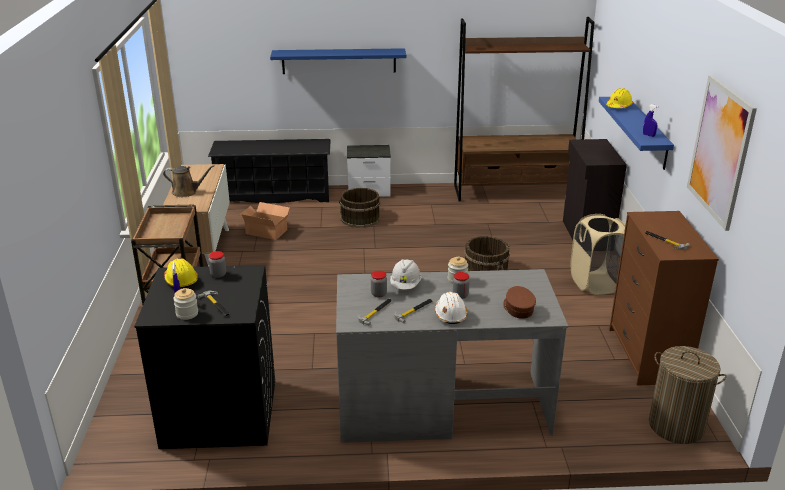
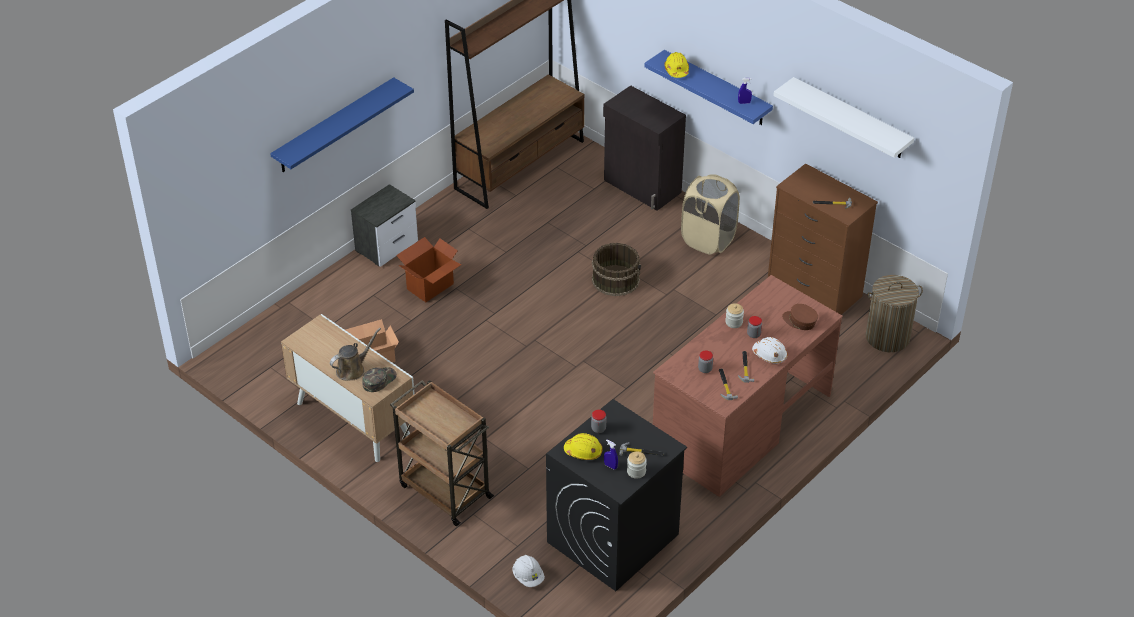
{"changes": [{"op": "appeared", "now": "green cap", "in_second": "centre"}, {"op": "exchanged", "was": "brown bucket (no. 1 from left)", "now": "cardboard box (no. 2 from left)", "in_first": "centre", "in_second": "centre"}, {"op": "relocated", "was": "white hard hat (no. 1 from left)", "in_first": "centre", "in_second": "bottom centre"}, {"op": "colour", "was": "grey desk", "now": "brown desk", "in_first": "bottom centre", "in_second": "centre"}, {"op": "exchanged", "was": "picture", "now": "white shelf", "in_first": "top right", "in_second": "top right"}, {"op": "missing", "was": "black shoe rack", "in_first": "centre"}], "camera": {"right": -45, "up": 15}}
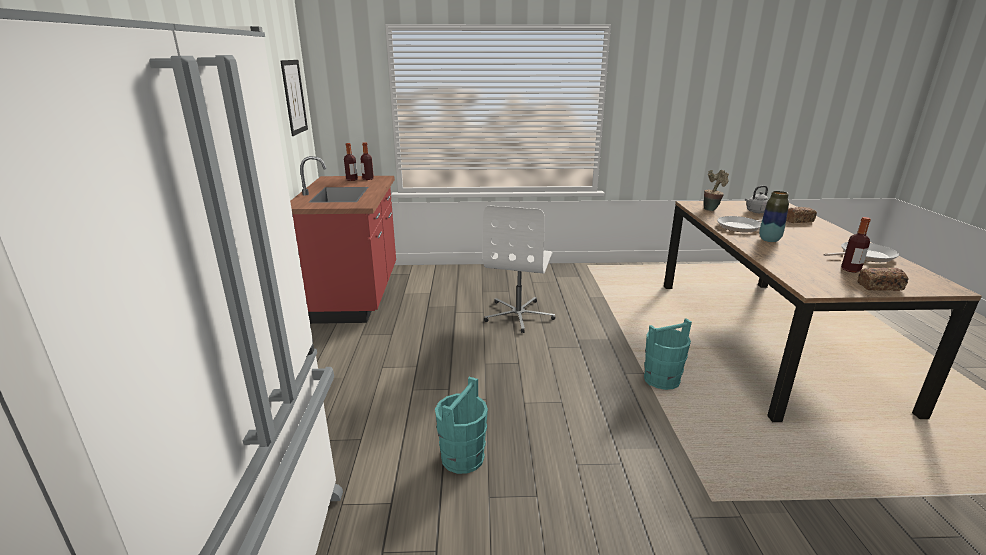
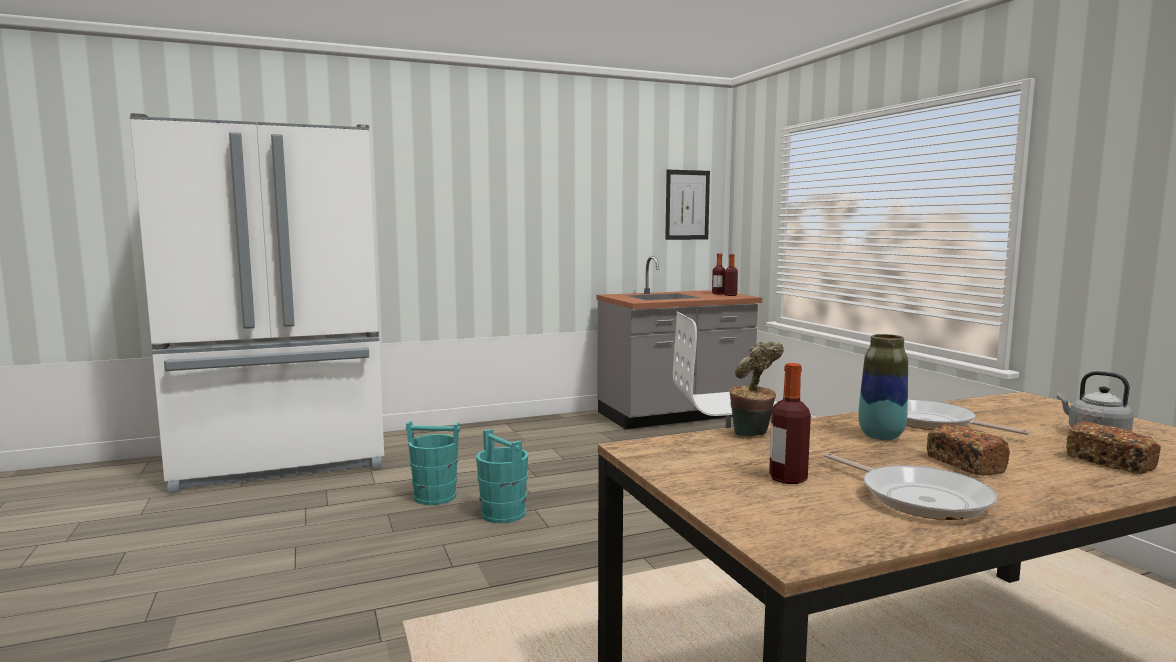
{"changes": [{"op": "relocated", "was": "turquoise bucket (no. 2 from left)", "in_first": "middle right", "in_second": "bottom centre"}, {"op": "colour", "was": "red counter", "now": "grey counter", "in_first": "centre", "in_second": "centre"}, {"op": "relocated", "was": "potted plant", "in_first": "middle right", "in_second": "centre"}, {"op": "relocated", "was": "bread (no. 2 from left in the first image)", "now": "bread (no. 1 from left)", "in_first": "middle right", "in_second": "bottom right"}], "camera": {"right": 70, "up": -15}}
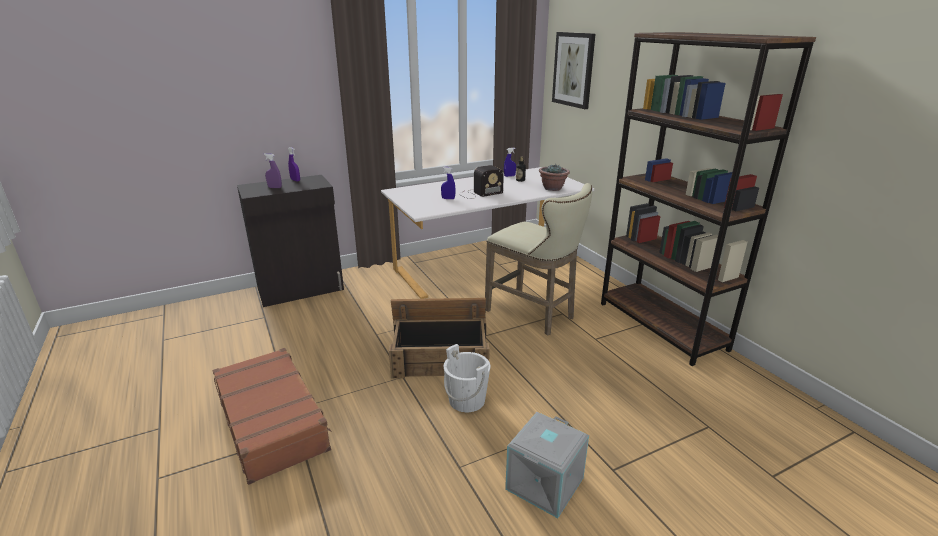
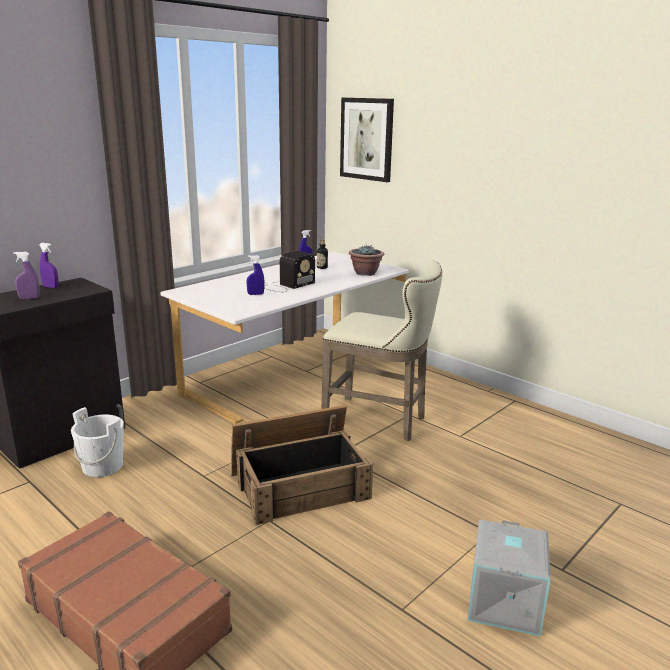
{"changes": [{"op": "relocated", "was": "white bucket", "in_first": "bottom centre", "in_second": "middle left"}, {"op": "missing", "was": "brown bookcase", "in_first": "middle right"}], "camera": {"right": -20, "up": -5}}
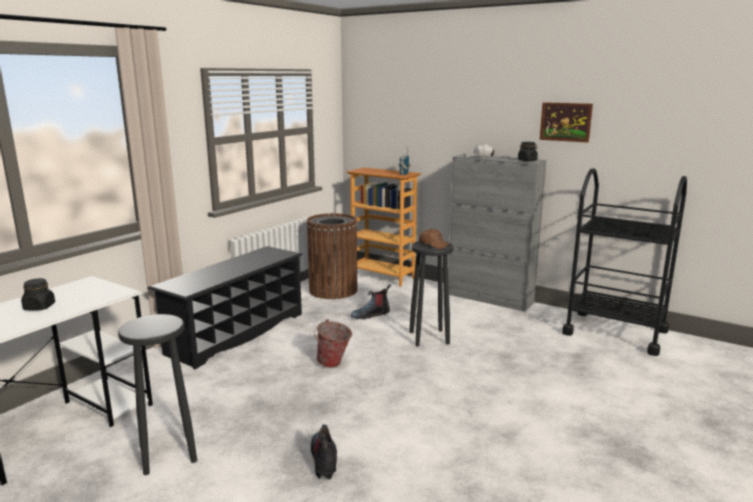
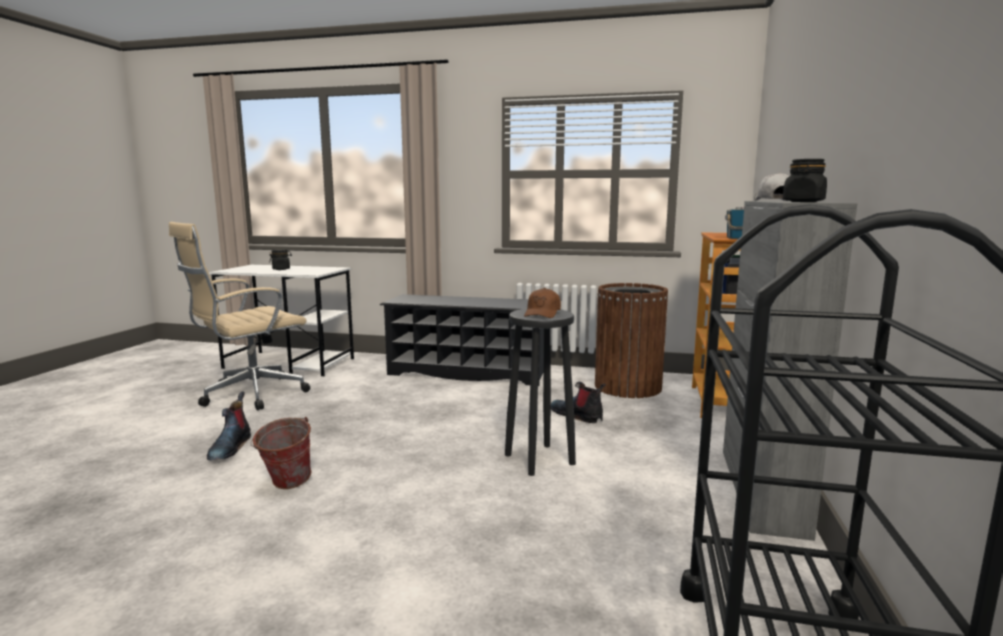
{"changes": [{"op": "exchanged", "was": "black stool (no. 1 from left)", "now": "beige office chair", "in_first": "bottom left", "in_second": "middle left"}, {"op": "spun", "was": "boot (no. 1 from left)", "in_first": "bottom centre", "in_second": "bottom left", "clockwise": 120}, {"op": "relocated", "was": "bucket", "in_first": "bottom centre", "in_second": "bottom left"}, {"op": "missing", "was": "picture", "in_first": "top right"}], "camera": {"right": 70, "up": -5}}
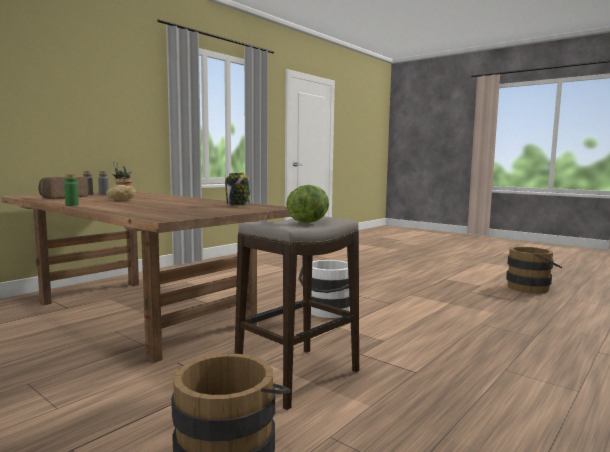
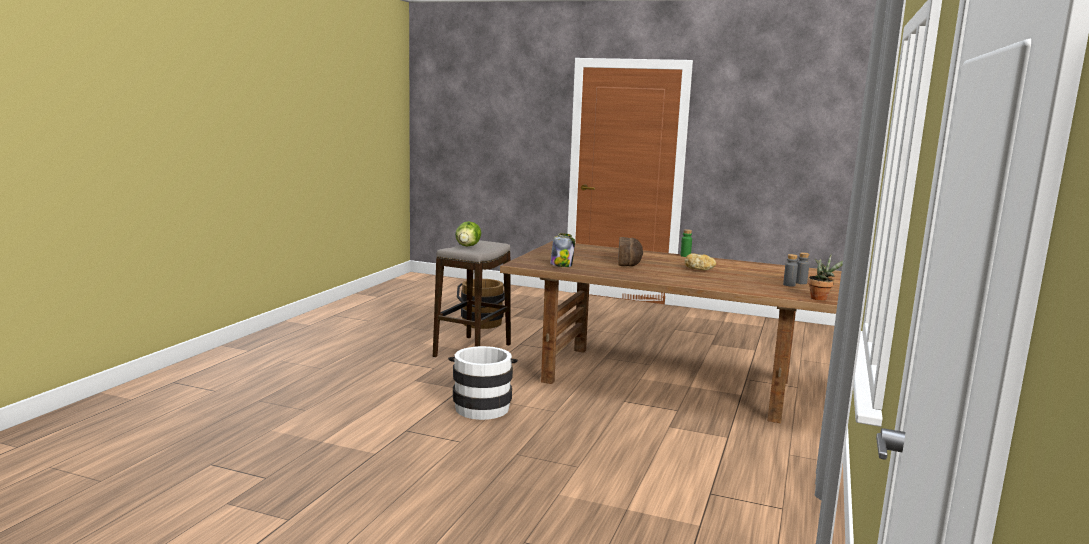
{"changes": [{"op": "relocated", "was": "bread (no. 1 from left)", "in_first": "middle left", "in_second": "centre"}, {"op": "missing", "was": "brown bucket (no. 2 from left)", "in_first": "middle right"}], "camera": {"right": 160, "up": 5}}
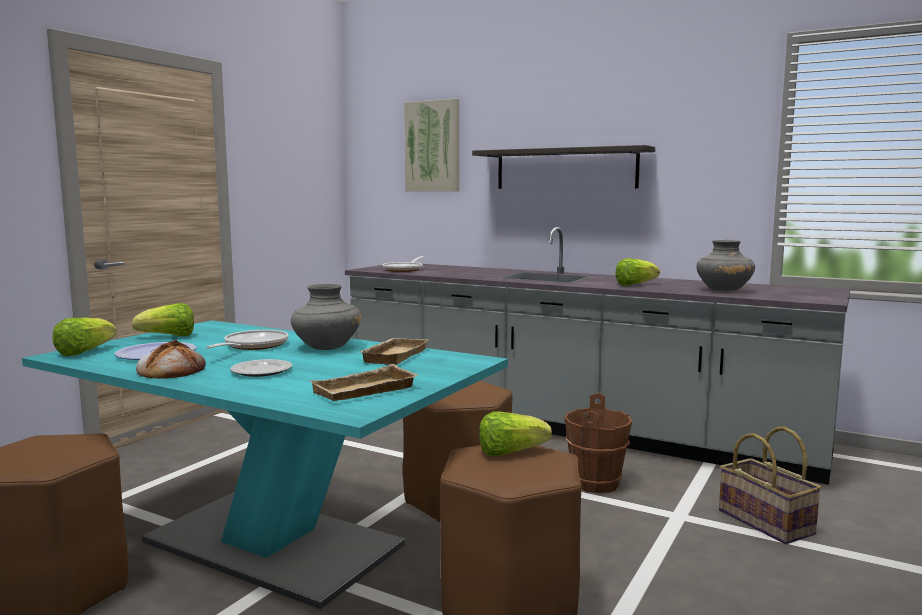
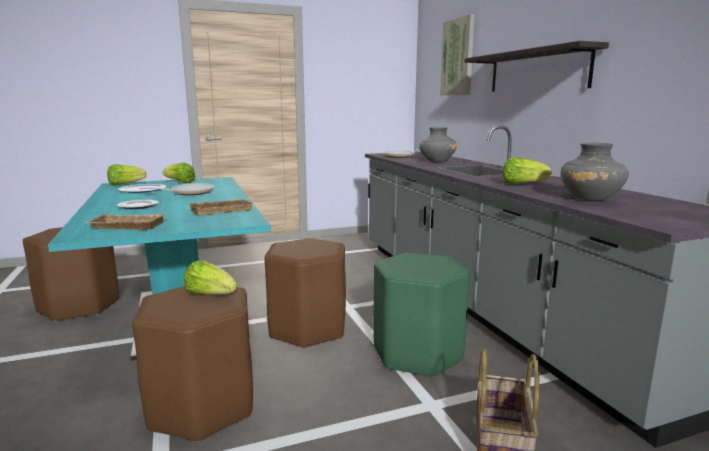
{"changes": [{"op": "exchanged", "was": "brown bucket", "now": "green stool", "in_first": "bottom centre", "in_second": "bottom centre"}, {"op": "relocated", "was": "grey vase (no. 1 from left)", "in_first": "centre", "in_second": "top centre"}, {"op": "missing", "was": "bread", "in_first": "middle left"}], "camera": {"right": 40, "up": 5}}
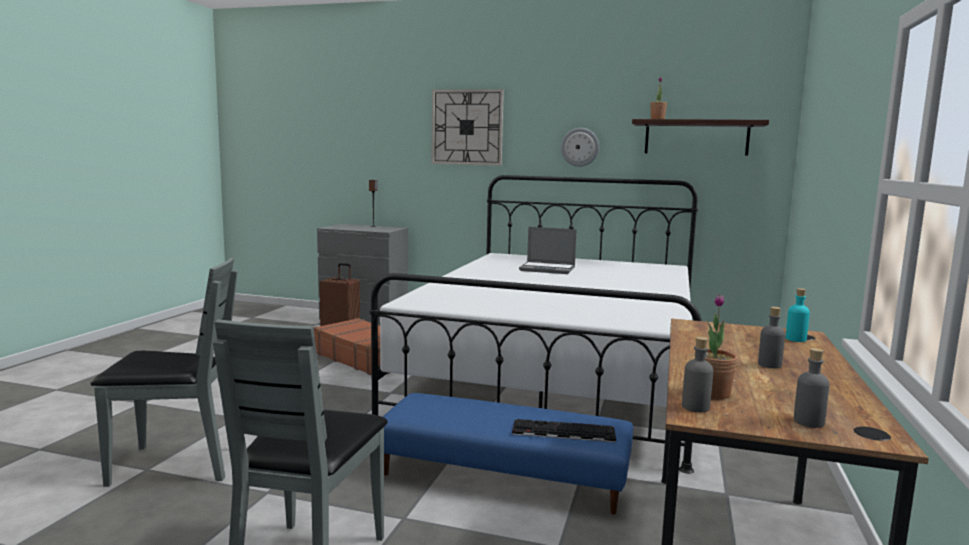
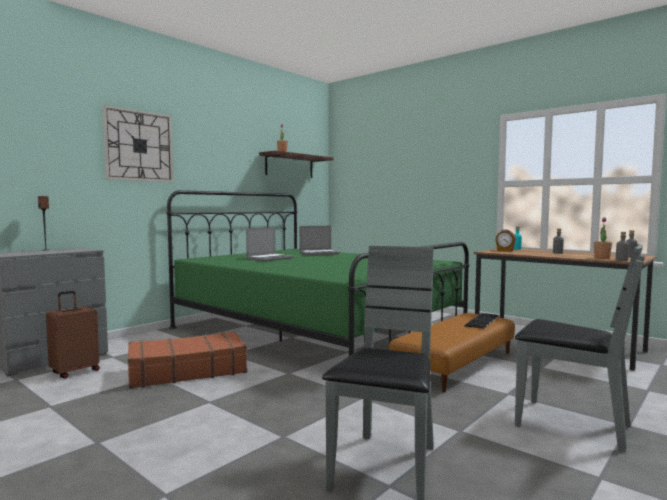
{"changes": [{"op": "colour", "was": "white bed", "now": "green bed", "in_first": "centre", "in_second": "centre"}, {"op": "appeared", "now": "laptop (no. 2 from left)", "in_second": "centre"}, {"op": "colour", "was": "blue ottoman", "now": "brown ottoman", "in_first": "bottom centre", "in_second": "bottom right"}, {"op": "appeared", "now": "alarm clock", "in_second": "middle right"}, {"op": "missing", "was": "wall clock (no. 2 from left)", "in_first": "top centre"}], "camera": {"right": -65, "up": -5}}
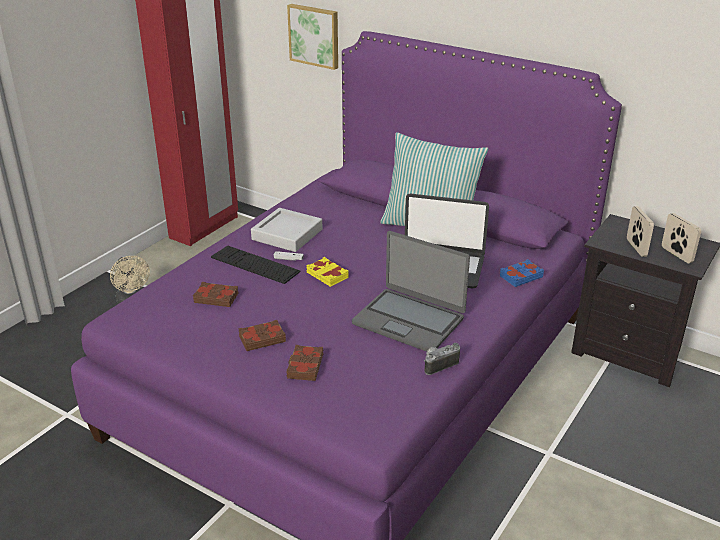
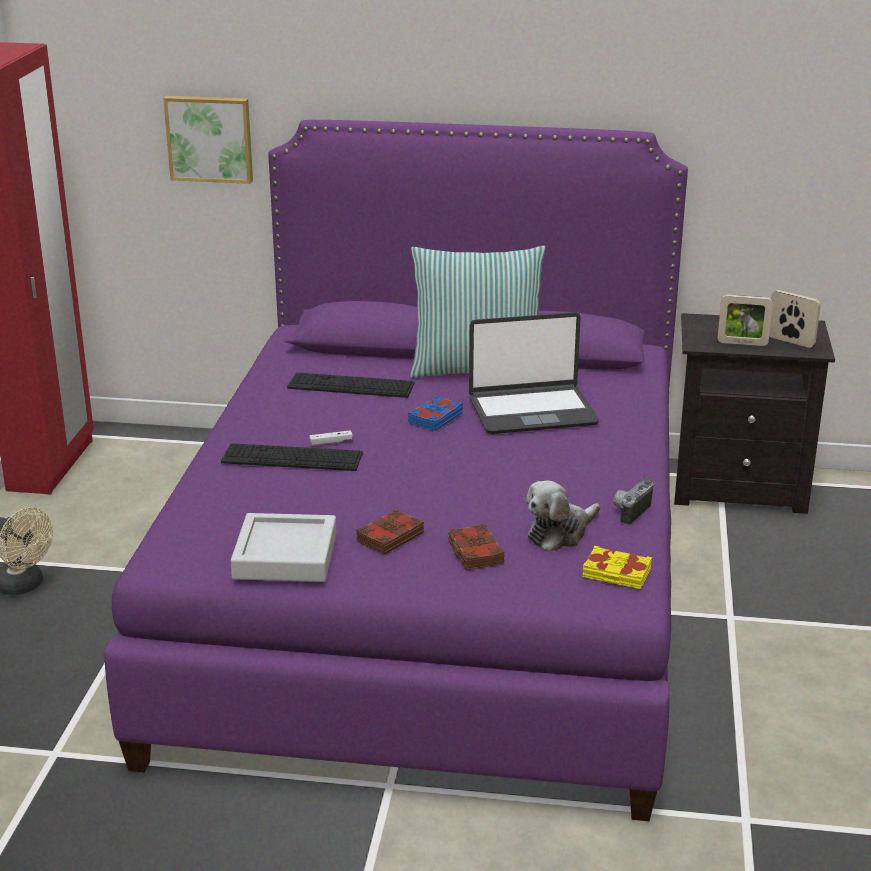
{"changes": [{"op": "relocated", "was": "grey tray", "in_first": "centre", "in_second": "middle left"}, {"op": "appeared", "now": "keyboard (no. 2 from left)", "in_second": "centre"}, {"op": "relocated", "was": "blue book", "in_first": "middle right", "in_second": "centre"}, {"op": "appeared", "now": "plush toy", "in_second": "centre"}, {"op": "relocated", "was": "yellow book", "in_first": "centre", "in_second": "middle right"}, {"op": "spun", "was": "picture frame (no. 1 from left)", "in_first": "middle right", "in_second": "middle right", "clockwise": 135}, {"op": "missing", "was": "brown book (no. 1 from left)", "in_first": "middle left"}, {"op": "missing", "was": "laptop (no. 1 from left)", "in_first": "centre"}], "camera": {"right": -25, "up": -5}}
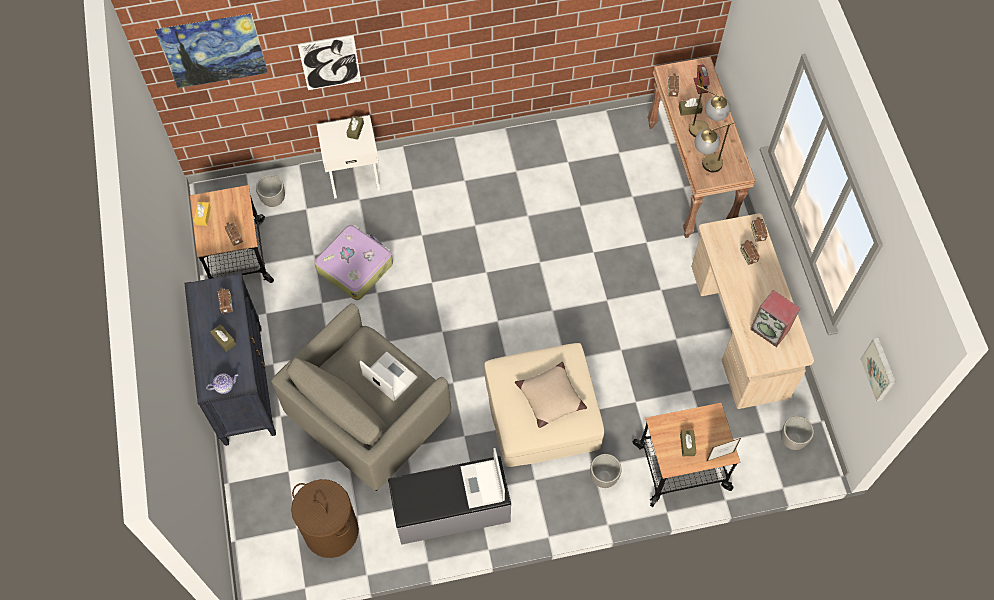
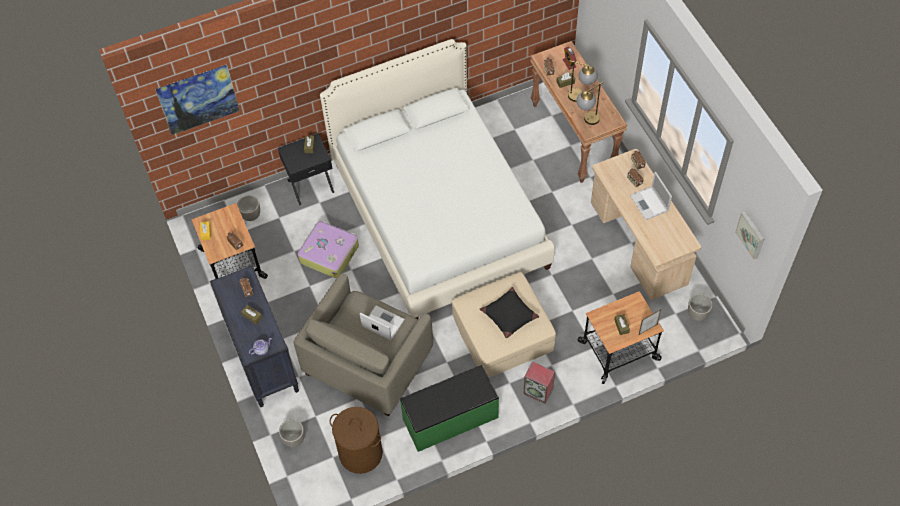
{"changes": [{"op": "colour", "was": "white nightstand", "now": "black nightstand", "in_first": "top centre", "in_second": "centre"}, {"op": "relocated", "was": "planter (no. 2 from left)", "in_first": "bottom centre", "in_second": "bottom left"}, {"op": "appeared", "now": "white bed", "in_second": "centre"}, {"op": "colour", "was": "grey bench", "now": "green bench", "in_first": "bottom centre", "in_second": "bottom centre"}, {"op": "colour", "was": "beige pillow", "now": "black pillow", "in_first": "centre", "in_second": "centre"}, {"op": "relocated", "was": "speaker", "in_first": "middle right", "in_second": "bottom centre"}, {"op": "relocated", "was": "laptop (no. 2 from left)", "in_first": "bottom centre", "in_second": "middle right"}, {"op": "missing", "was": "picture (no. 2 from left)", "in_first": "top left"}], "camera": {"right": -10, "up": -5}}
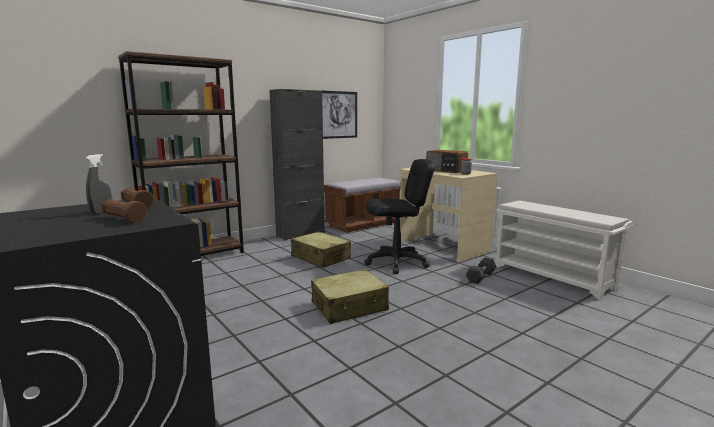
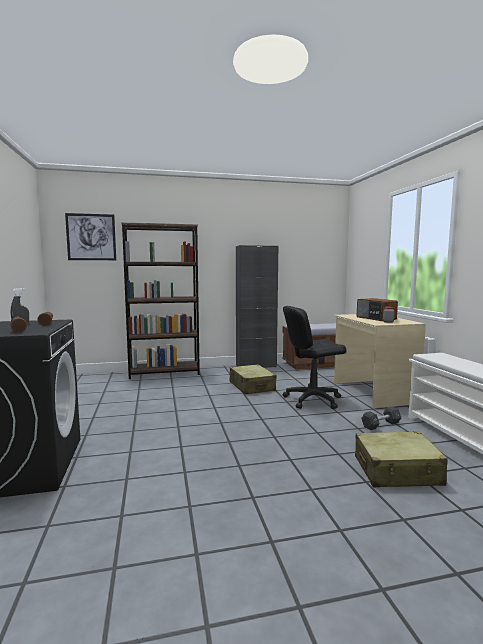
{"changes": [{"op": "relocated", "was": "picture", "in_first": "top centre", "in_second": "middle left"}, {"op": "spun", "was": "black office chair", "in_first": "centre", "in_second": "centre", "clockwise": 150}, {"op": "relocated", "was": "beige suitcase (no. 2 from left)", "in_first": "bottom centre", "in_second": "bottom right"}], "camera": {"right": 25, "up": -5}}
